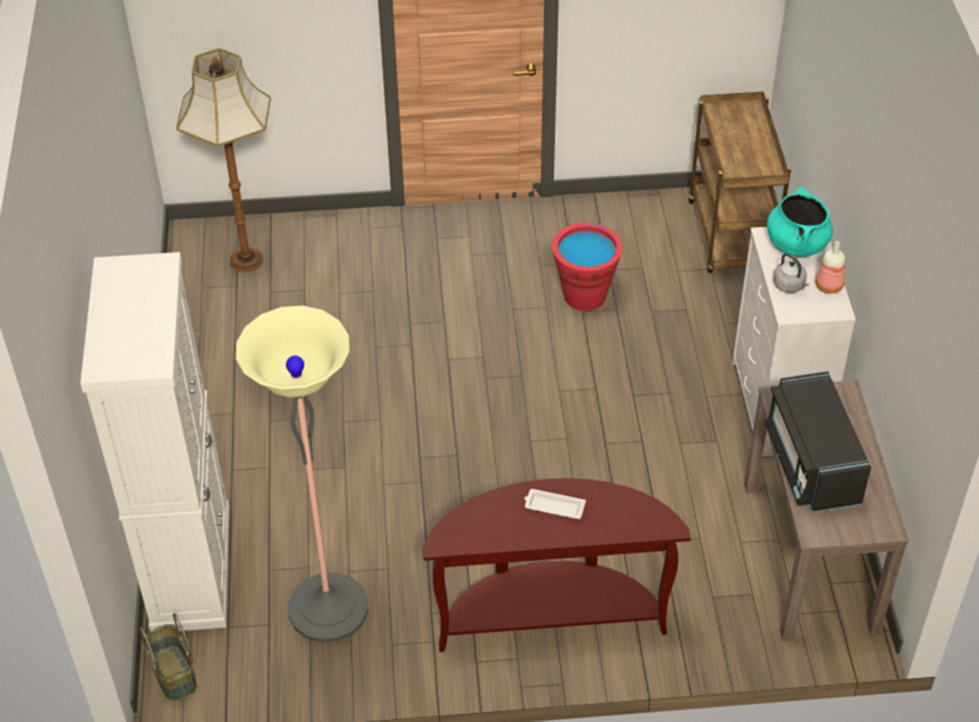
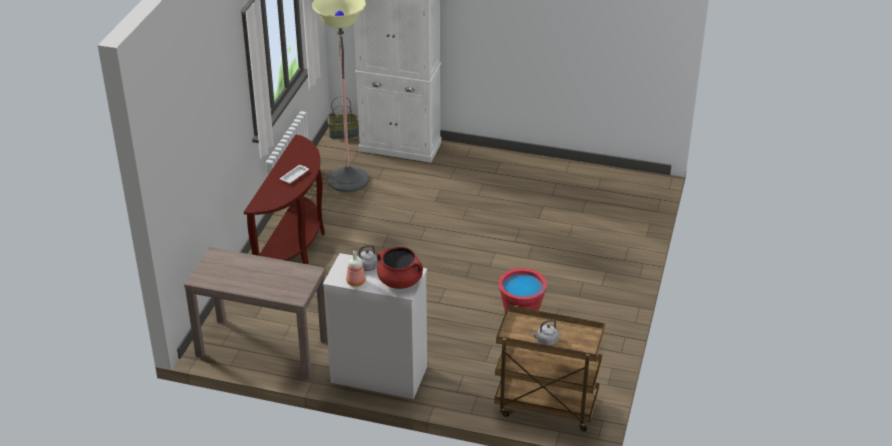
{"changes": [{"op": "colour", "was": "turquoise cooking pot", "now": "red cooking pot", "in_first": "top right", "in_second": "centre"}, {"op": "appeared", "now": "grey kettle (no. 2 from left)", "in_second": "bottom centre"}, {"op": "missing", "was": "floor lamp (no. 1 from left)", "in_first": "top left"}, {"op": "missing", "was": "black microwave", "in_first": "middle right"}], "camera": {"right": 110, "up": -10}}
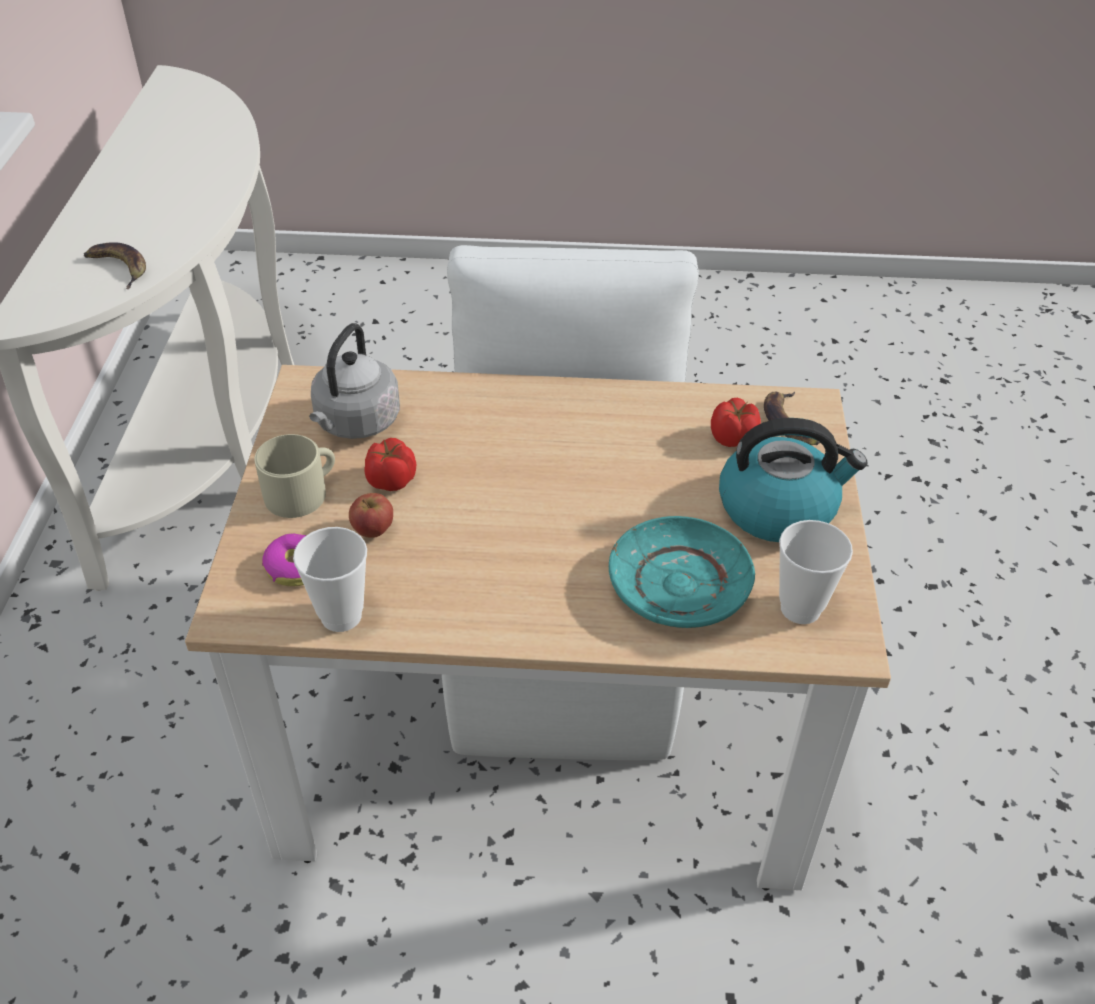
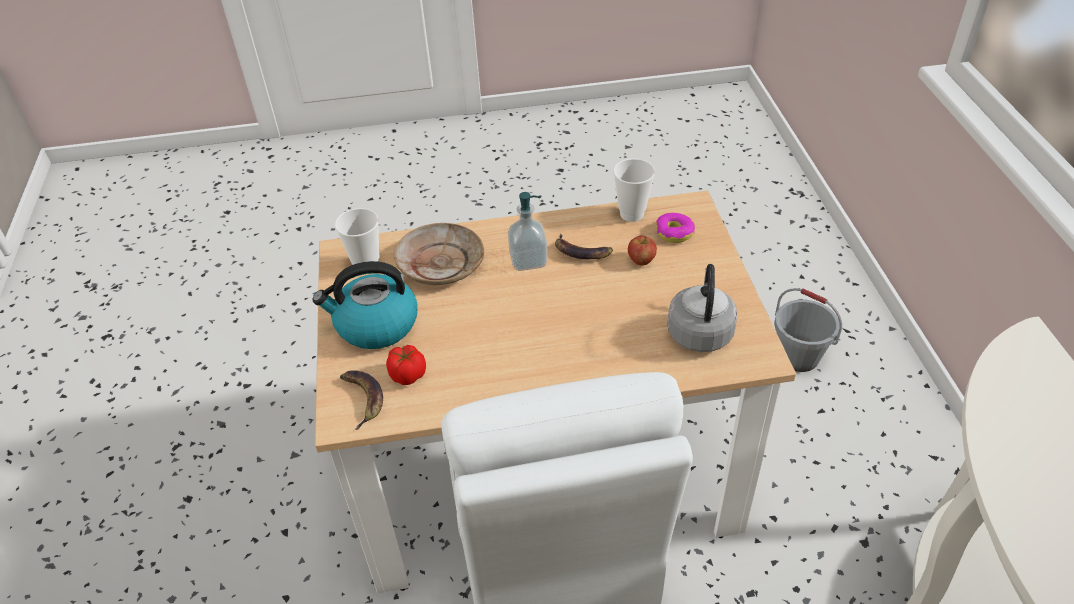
{"changes": [{"op": "colour", "was": "turquoise plate", "now": "beige plate", "in_first": "centre", "in_second": "centre"}, {"op": "appeared", "now": "soap dispenser", "in_second": "centre"}, {"op": "relocated", "was": "banana (no. 1 from left in the first image)", "now": "banana (no. 2 from left)", "in_first": "top left", "in_second": "centre"}, {"op": "appeared", "now": "grey bucket", "in_second": "middle right"}, {"op": "missing", "was": "beige mug", "in_first": "middle left"}, {"op": "missing", "was": "tomato (no. 1 from left)", "in_first": "centre"}], "camera": {"right": 170, "up": 0}}
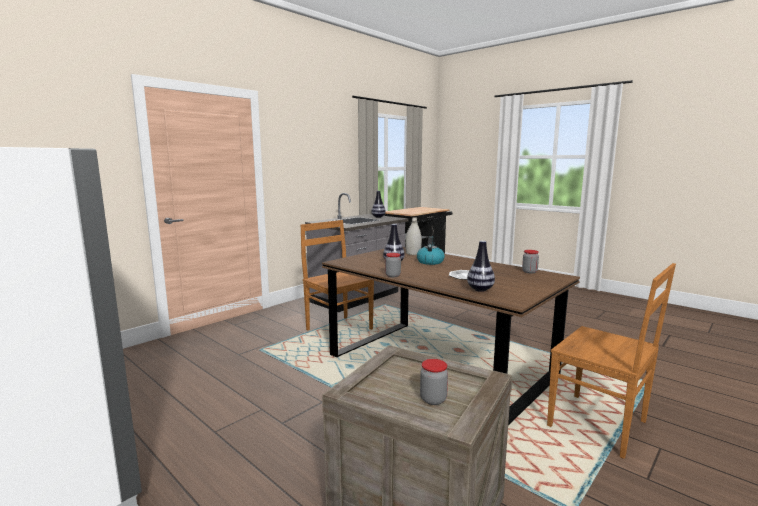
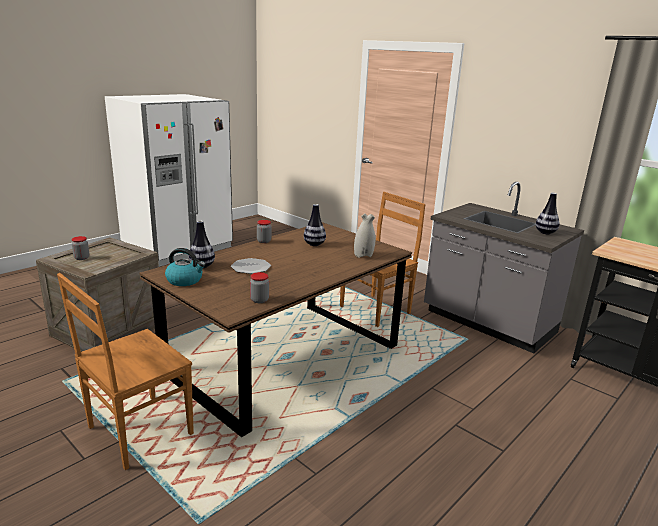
{"changes": [{"op": "relocated", "was": "kettle", "in_first": "centre", "in_second": "middle left"}], "camera": {"right": 90, "up": 10}}
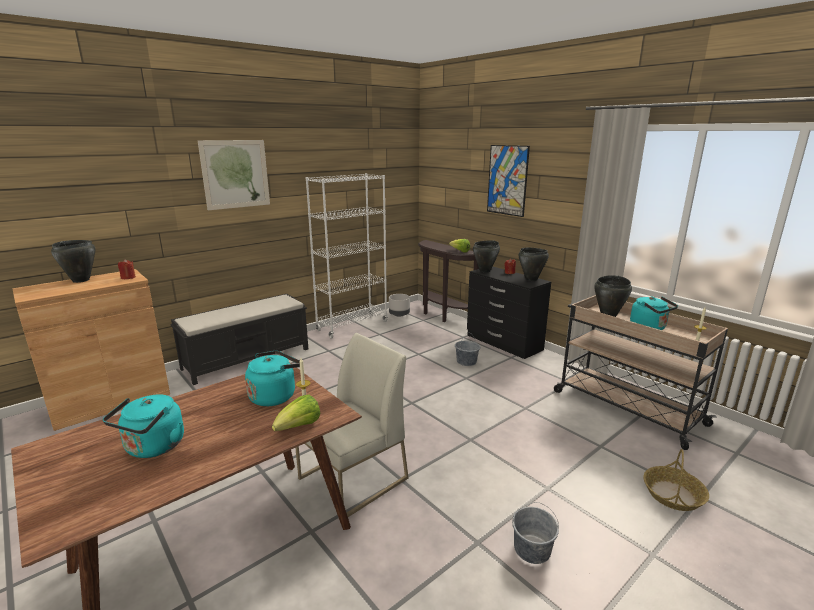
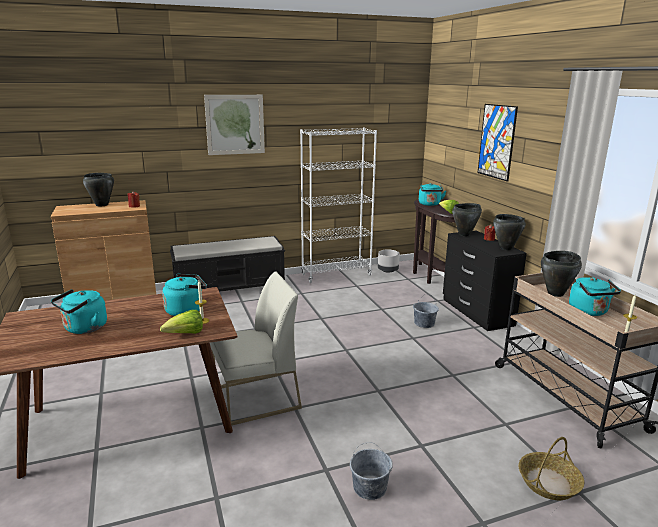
{"changes": [{"op": "appeared", "now": "turquoise kettle (no. 3 from left)", "in_second": "centre"}], "camera": {"right": 20, "up": 0}}
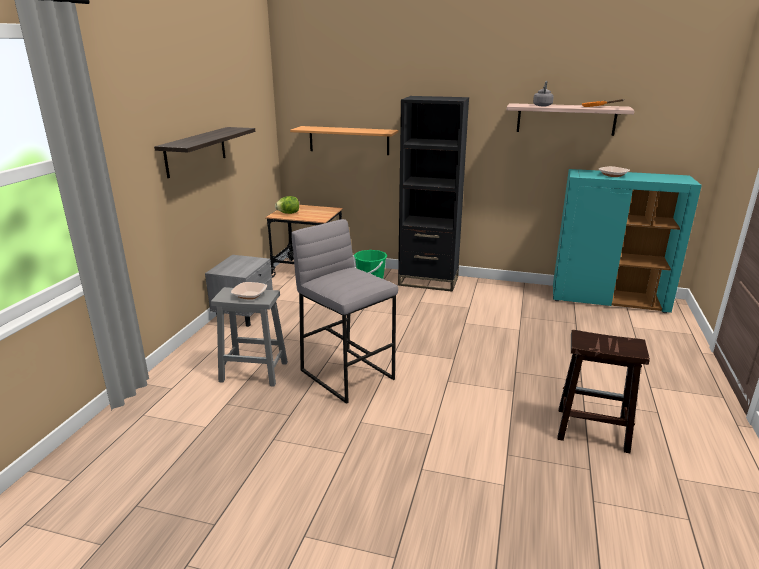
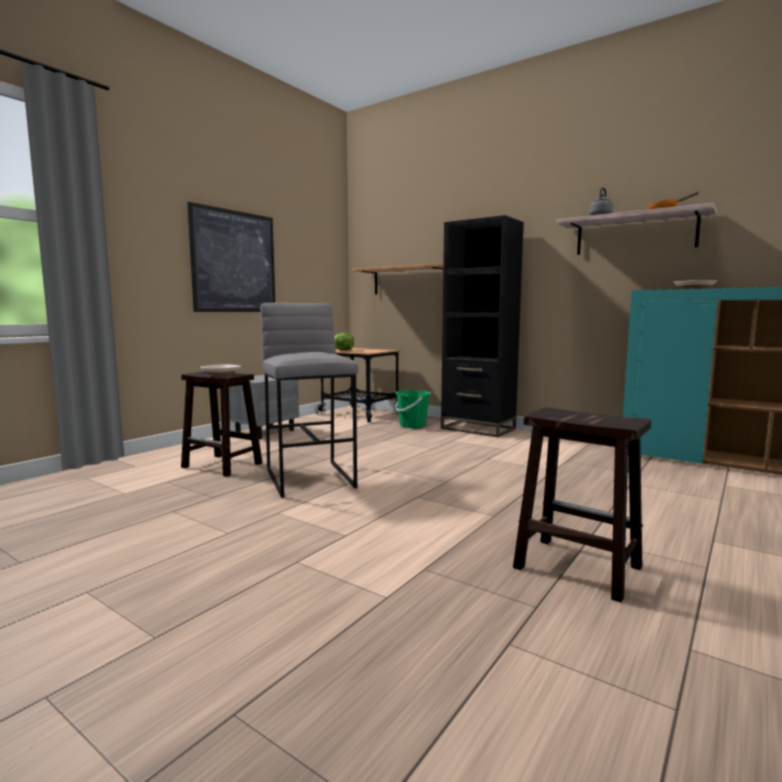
{"changes": [{"op": "colour", "was": "grey stool (no. 1 from left)", "now": "brown stool (no. 1 from left)", "in_first": "middle left", "in_second": "middle left"}, {"op": "exchanged", "was": "shelf (no. 1 from left)", "now": "picture", "in_first": "top left", "in_second": "top left"}], "camera": {"right": 20, "up": -15}}
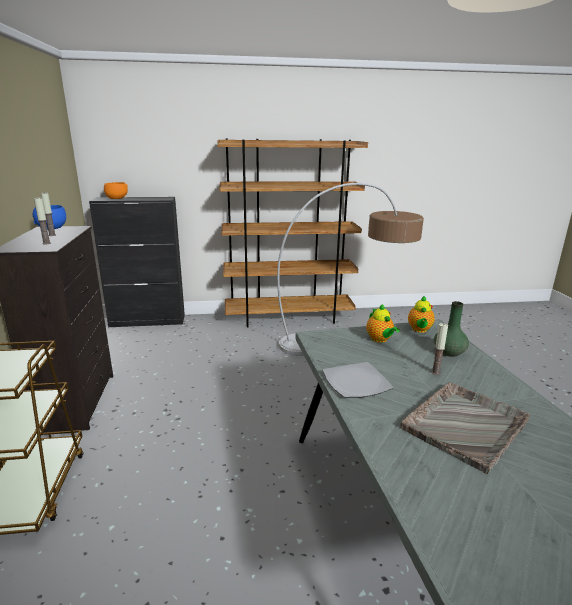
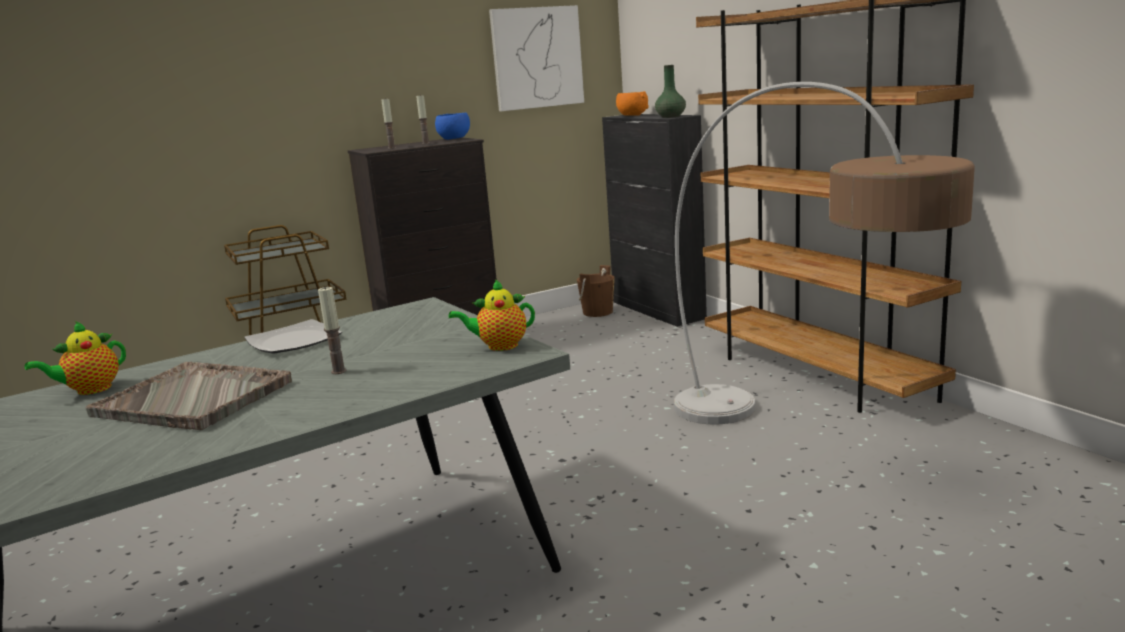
{"changes": [{"op": "relocated", "was": "teapot (no. 1 from left)", "in_first": "middle right", "in_second": "middle left"}, {"op": "appeared", "now": "picture", "in_second": "top centre"}, {"op": "appeared", "now": "brown bucket", "in_second": "centre"}, {"op": "relocated", "was": "green vase", "in_first": "middle right", "in_second": "top centre"}], "camera": {"right": 70, "up": -5}}
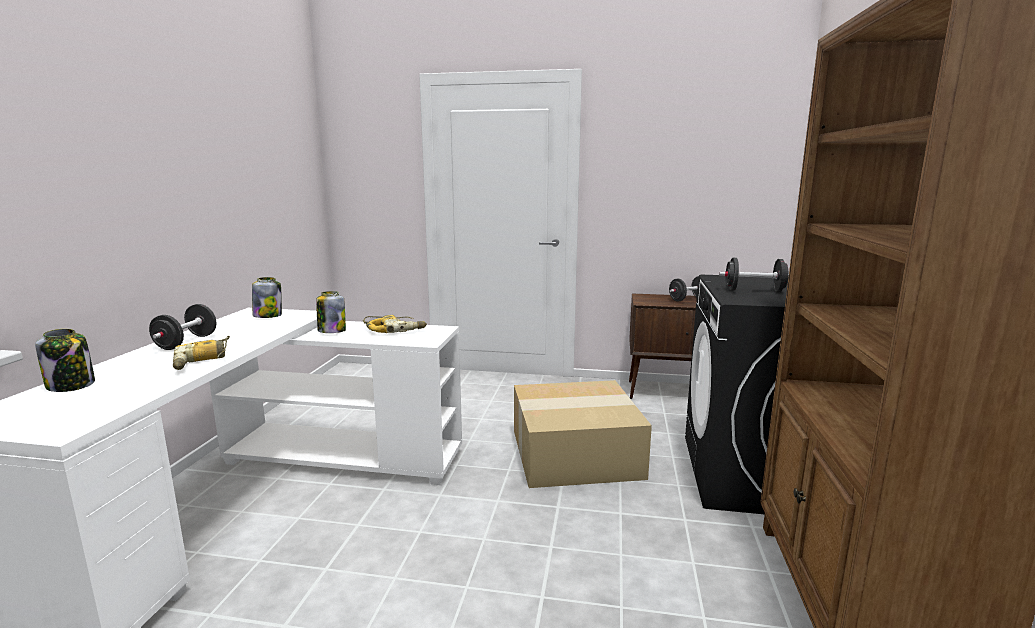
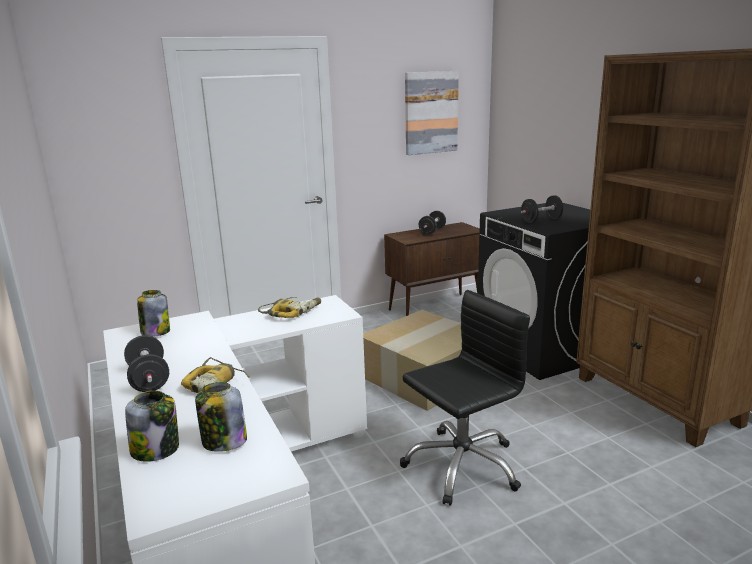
{"changes": [{"op": "relocated", "was": "jar (no. 3 from left)", "in_first": "middle left", "in_second": "bottom left"}, {"op": "appeared", "now": "black office chair", "in_second": "bottom centre"}, {"op": "appeared", "now": "picture", "in_second": "top centre"}], "camera": {"right": -35, "up": 5}}
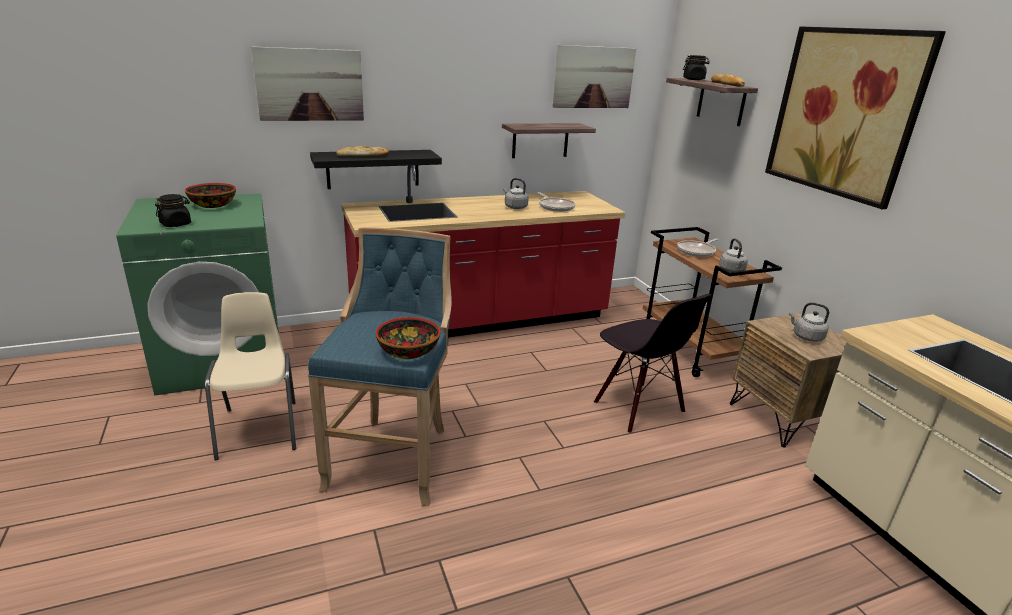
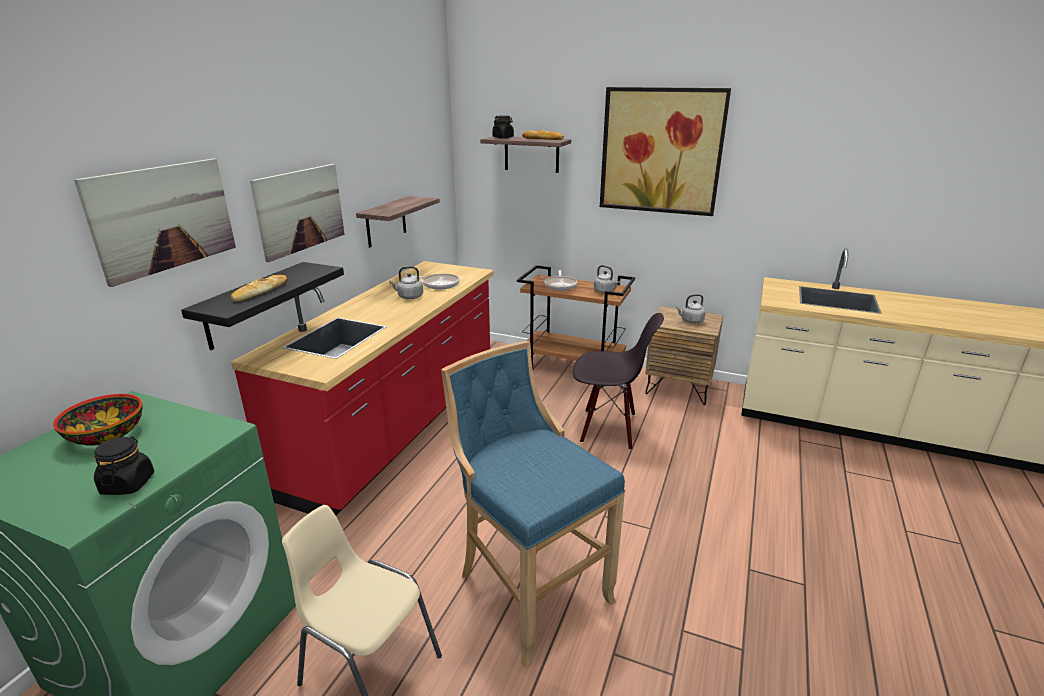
{"changes": [{"op": "relocated", "was": "picture (no. 2 from left)", "in_first": "top centre", "in_second": "top left"}, {"op": "missing", "was": "bowl (no. 2 from left)", "in_first": "centre"}], "camera": {"right": -45, "up": 0}}
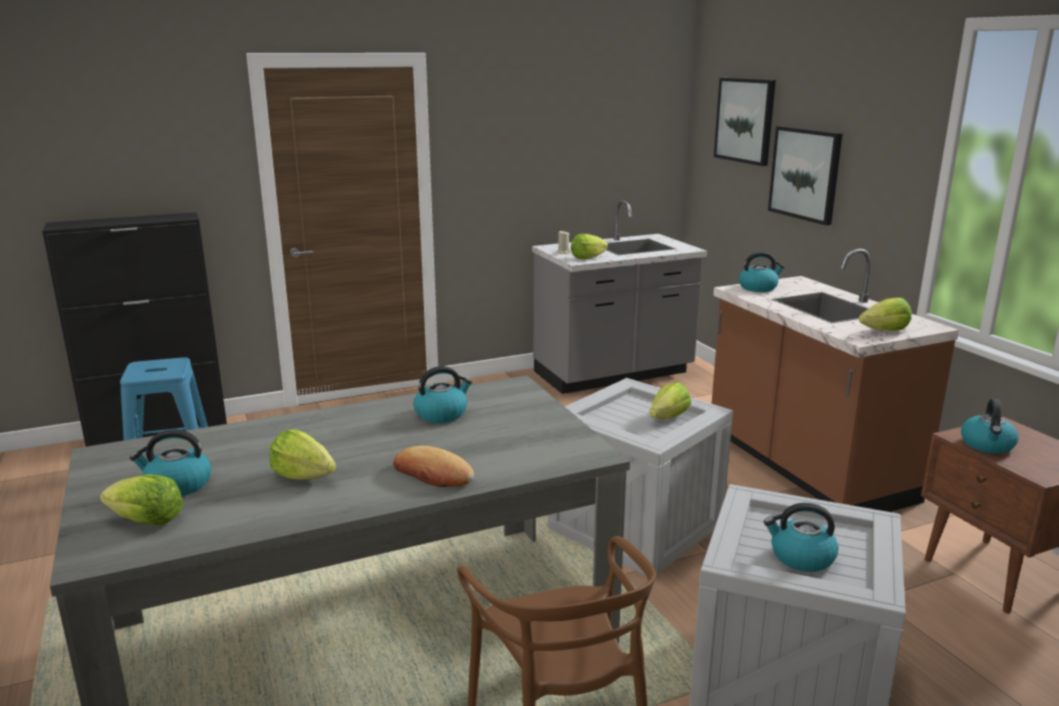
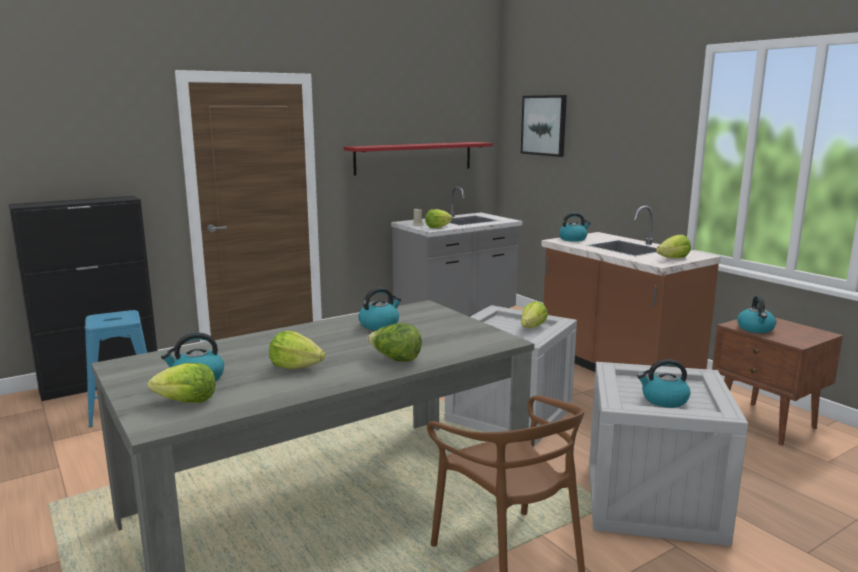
{"changes": [{"op": "appeared", "now": "red shelf", "in_second": "top centre"}, {"op": "exchanged", "was": "bread", "now": "lettuce (no. 3 from left)", "in_first": "centre", "in_second": "centre"}, {"op": "missing", "was": "picture (no. 2 from left)", "in_first": "top right"}], "camera": {"right": -10, "up": -5}}
